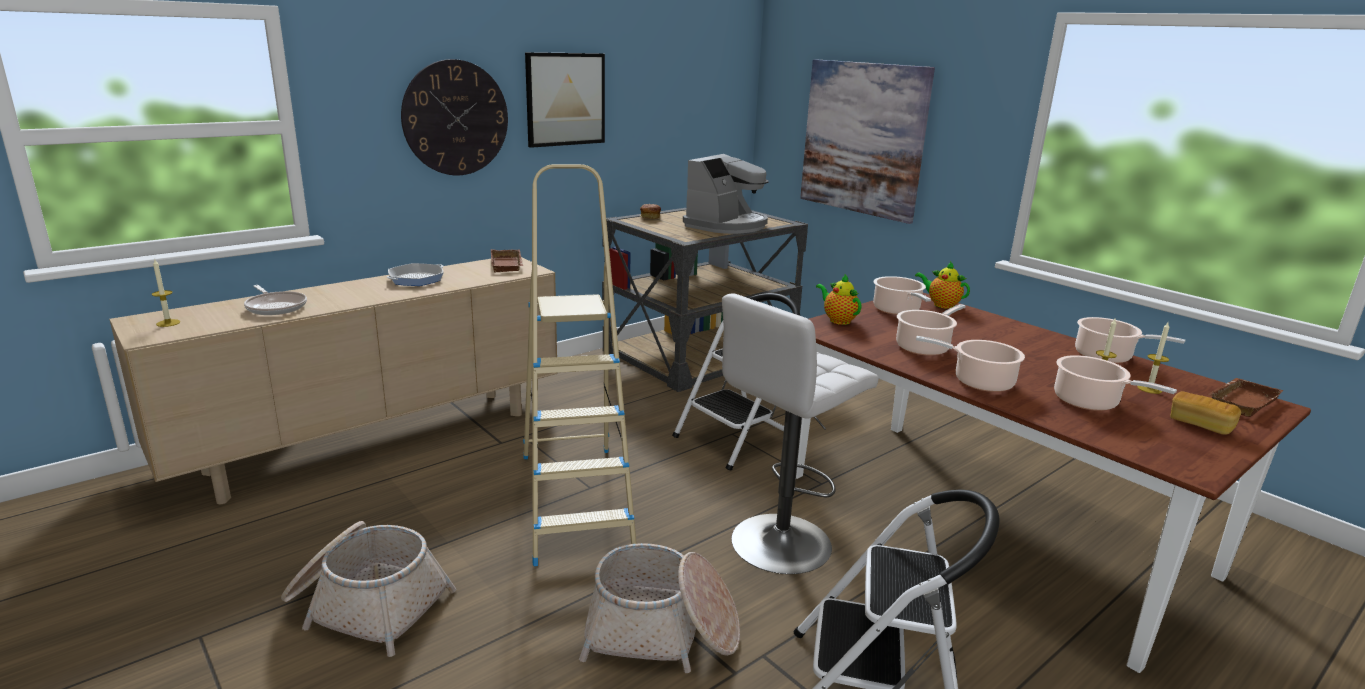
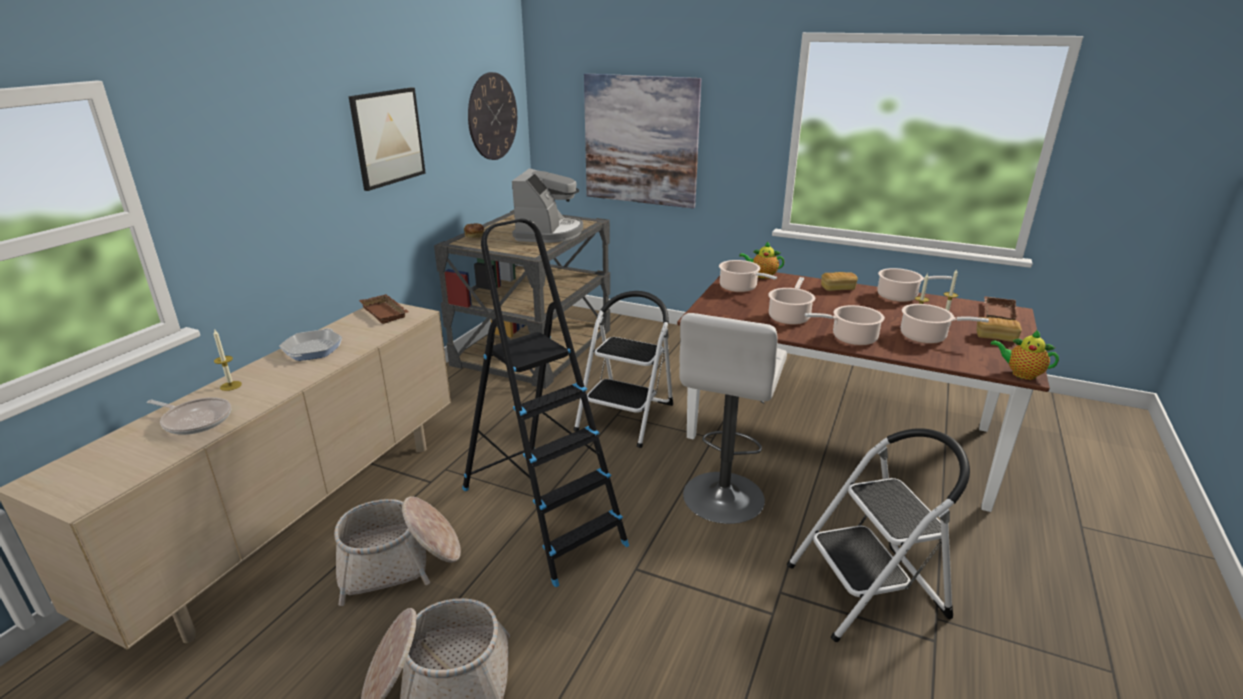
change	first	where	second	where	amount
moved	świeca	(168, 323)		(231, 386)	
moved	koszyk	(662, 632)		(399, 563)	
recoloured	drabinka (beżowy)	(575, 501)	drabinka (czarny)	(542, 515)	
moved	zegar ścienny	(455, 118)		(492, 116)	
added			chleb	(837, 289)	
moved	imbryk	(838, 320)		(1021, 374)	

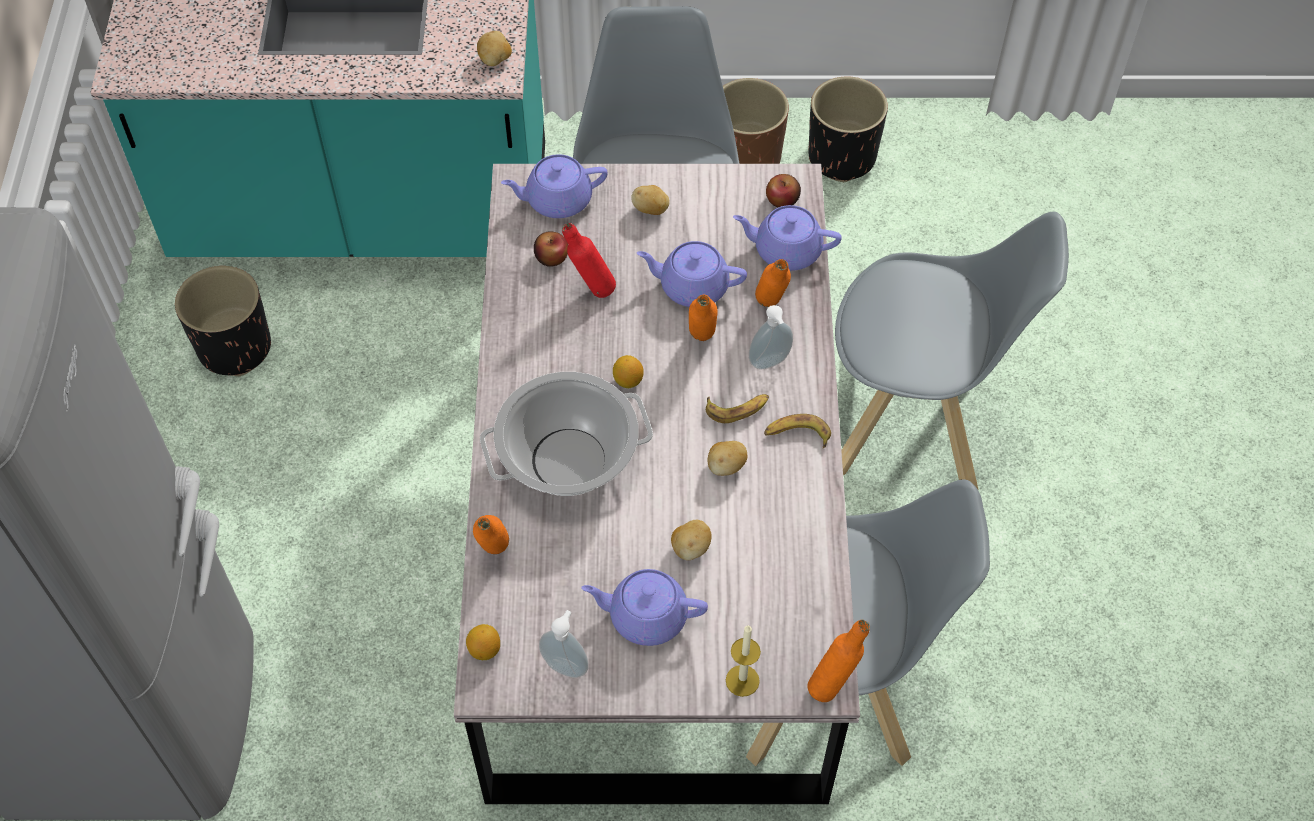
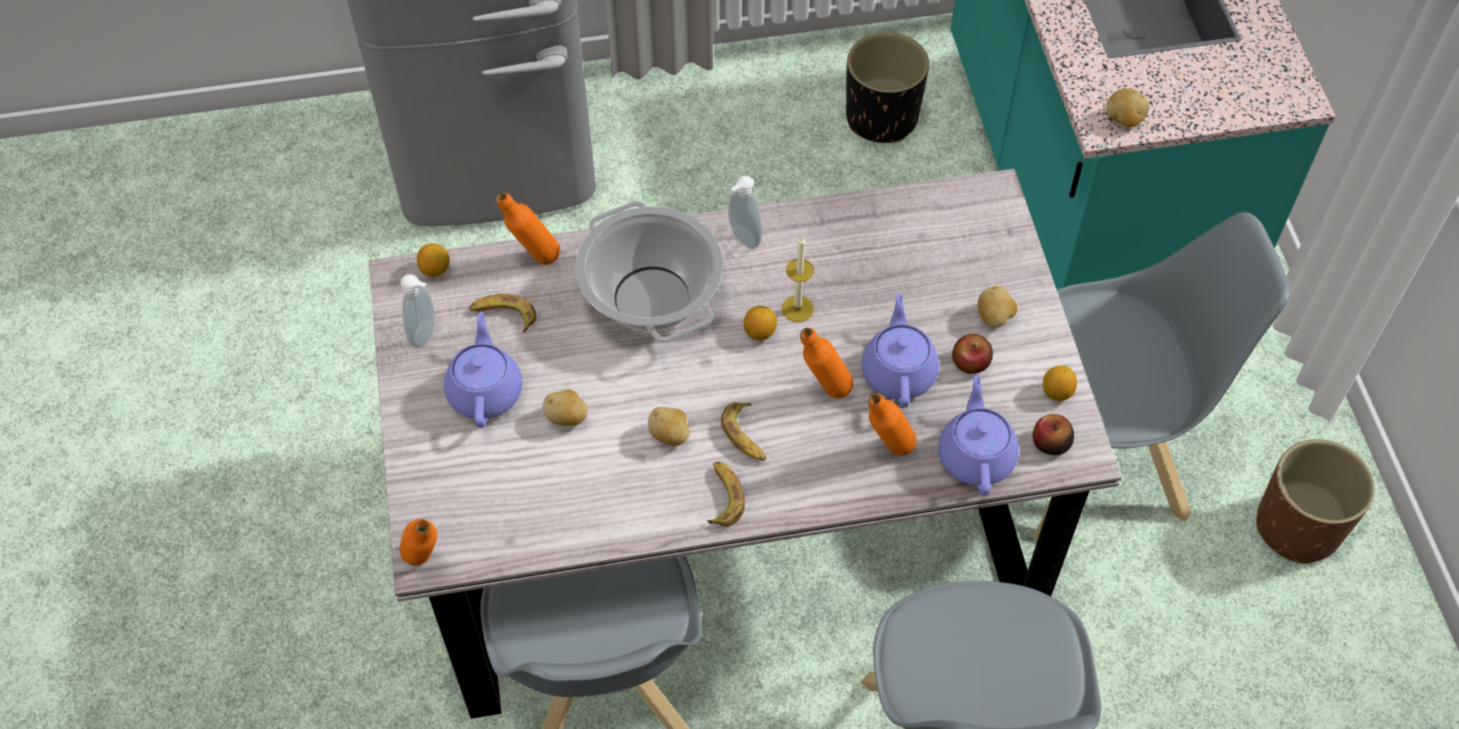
change	first	where	second	where	amount
added			banan	(503, 315)	
moved	dozownik mydła	(770, 363)		(742, 239)	
moved	świeca	(742, 680)		(797, 308)	
moved	jabłko	(551, 257)		(970, 362)	
added			cytryna	(1056, 392)	
removed	imbryk (fioletowy)	(557, 200)			
removed	butelka (czerwony)	(591, 290)			
removed	donica (czarny)	(841, 156)			

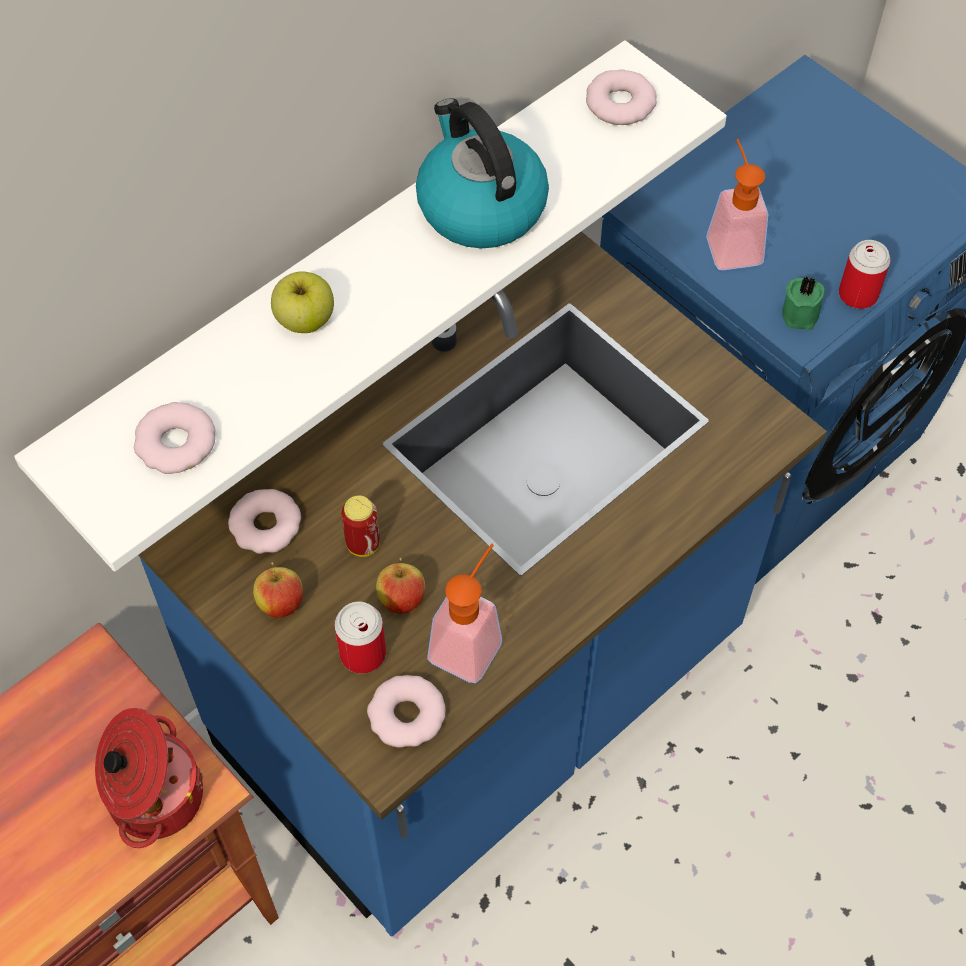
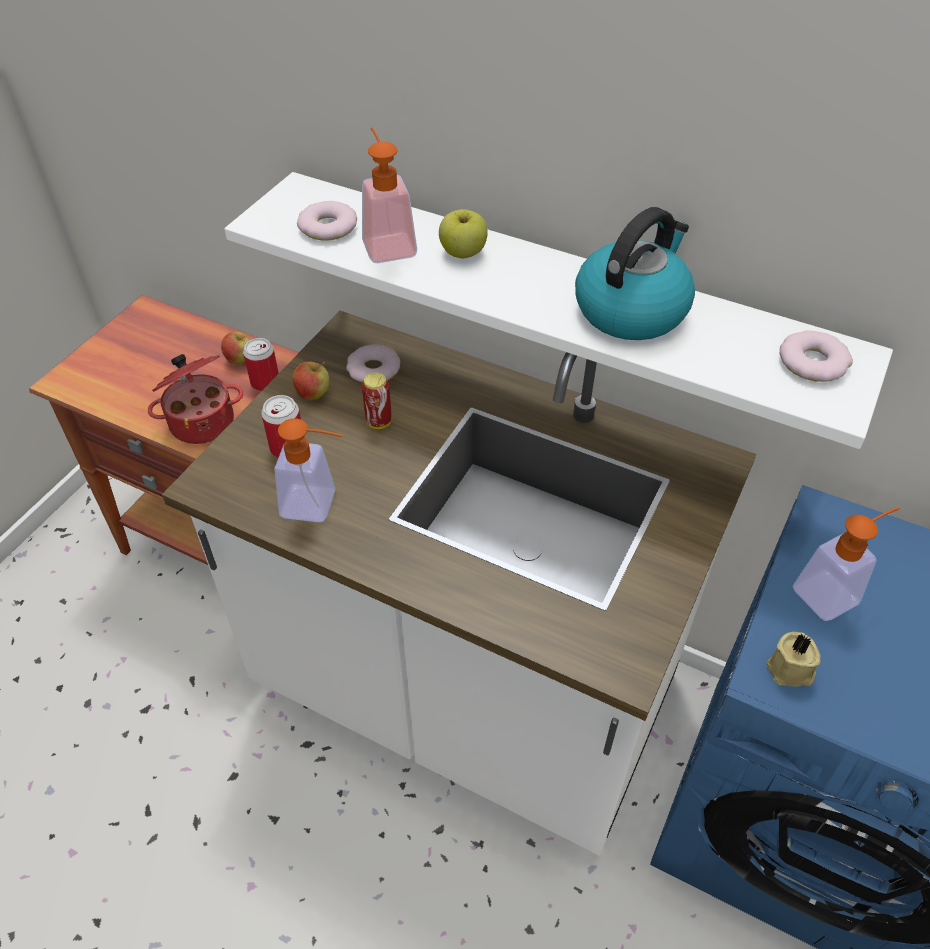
change	first	where	second	where	amount
recoloured	zabudowa kuchenna (niebieski)	(483, 699)	zabudowa kuchenna (biały)	(464, 691)	
moved	jabłko	(401, 600)		(240, 360)	
moved	puszka	(858, 294)		(265, 382)	
added			dozownik mydła	(387, 243)	
recoloured	świeca (zielony)	(802, 313)	świeca (beżowy)	(790, 671)	
removed	donut	(407, 715)			

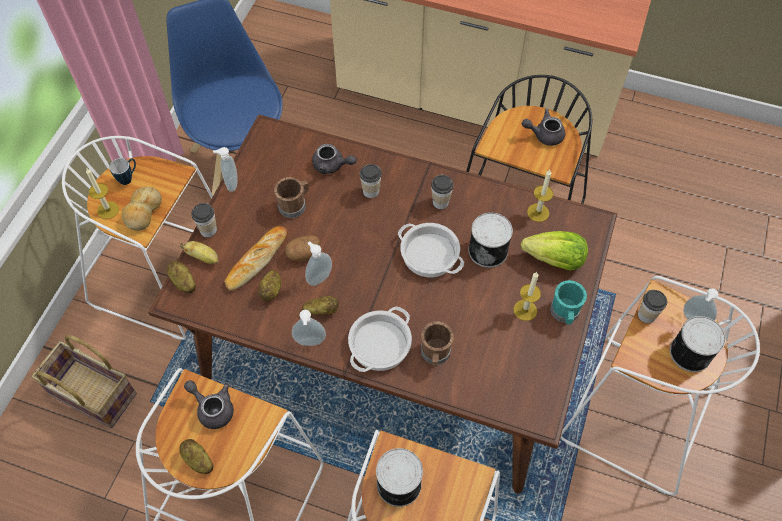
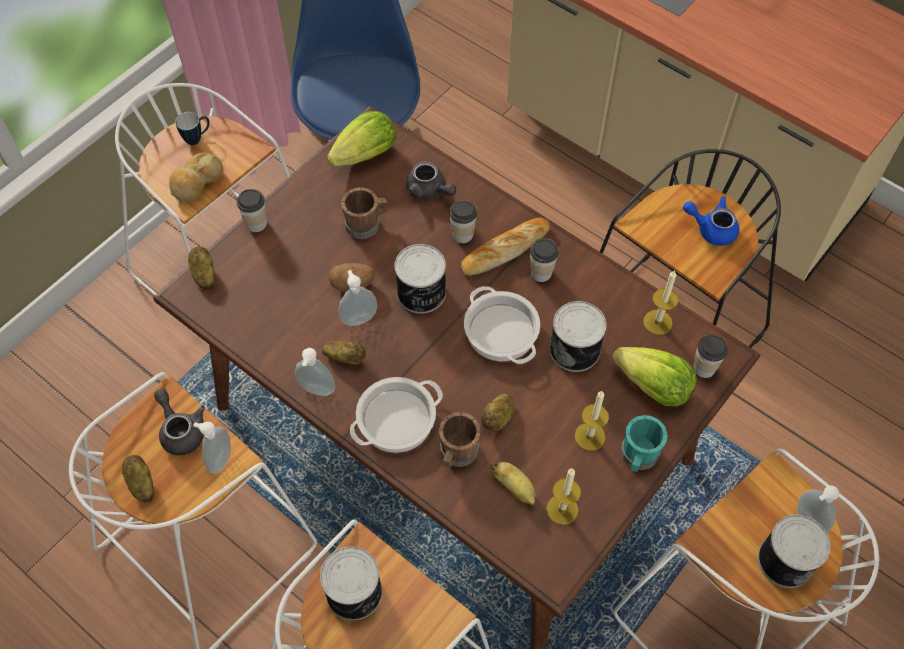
change	first	where	second	where	amount
moved	dozownik mydła	(231, 183)		(219, 459)	
added			sałata	(365, 155)	
added			puszka	(421, 293)	
moved	chleb	(256, 260)		(505, 250)	
moved	ziemniak	(272, 290)		(498, 418)	
moved	banan	(203, 257)		(515, 488)	
moved	świeca	(108, 210)		(562, 509)	
recoloured	imbryk (szary)	(544, 135)	imbryk (niebieski)	(711, 229)	
moved	filiżanka	(646, 315)		(704, 368)	
removed	koszyk	(92, 395)			

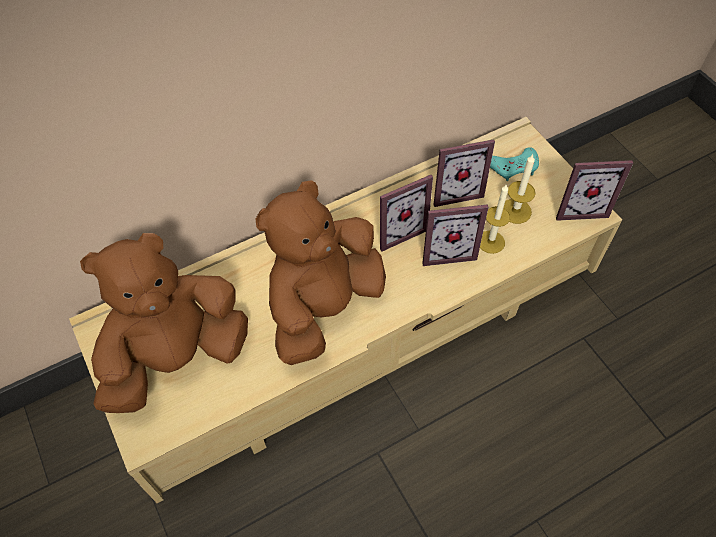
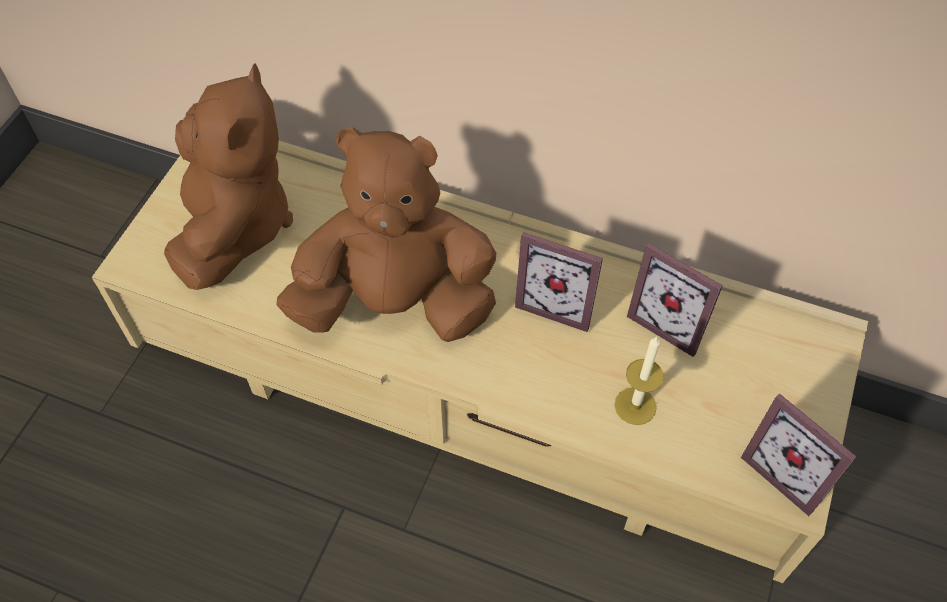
change	first	where	second	where	amount
turned	pluszak (brązowy)	(176, 357)		(234, 225)	75 degrees clockwise
removed	ramka na zdjęcie	(446, 250)			
removed	pad do gier (turkusowy)	(513, 167)			
removed	świeca	(515, 211)			

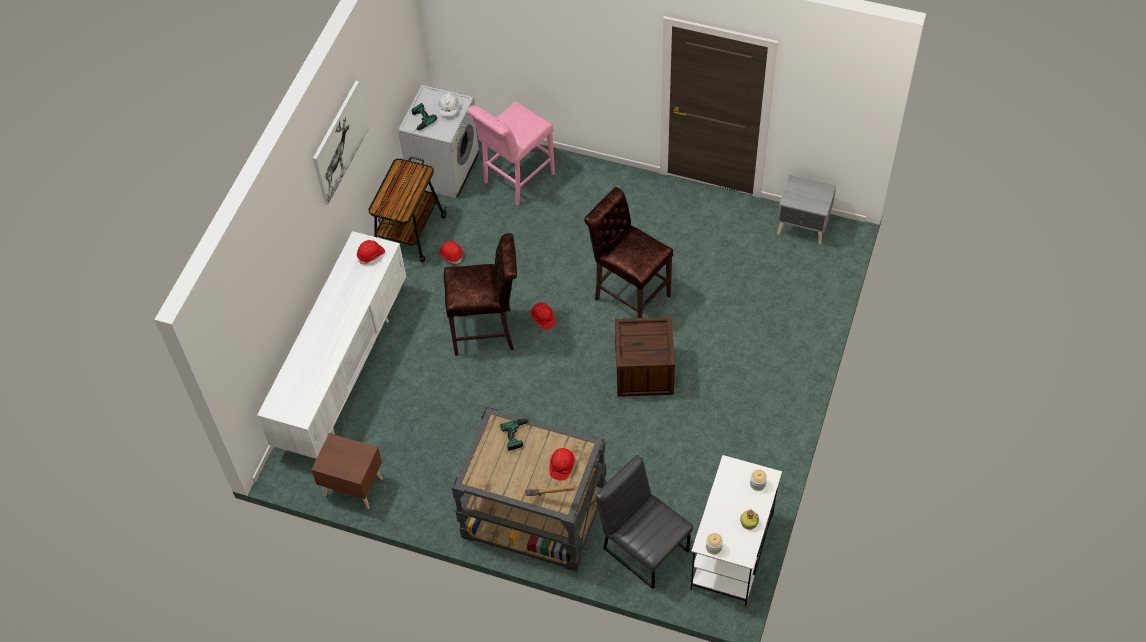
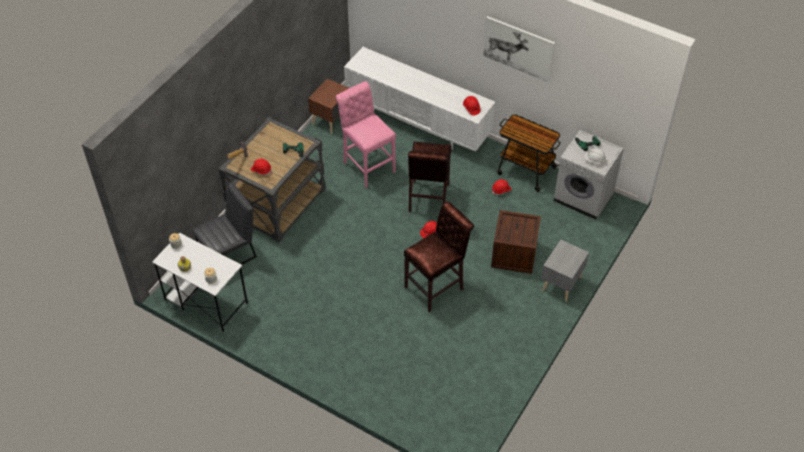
change	first	where	second	where	amount
moved	stołek (różowy)	(515, 180)		(367, 165)	
moved	skrzynka	(644, 371)		(514, 254)	
moved	szafka nocna (szary)	(803, 228)		(560, 284)	

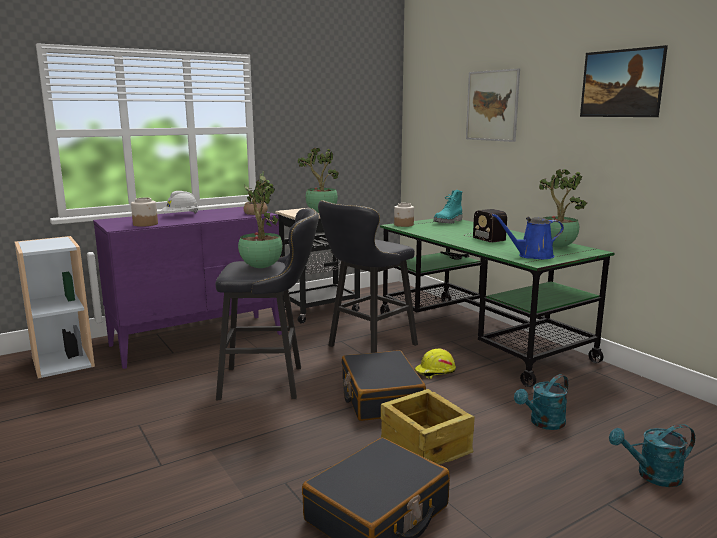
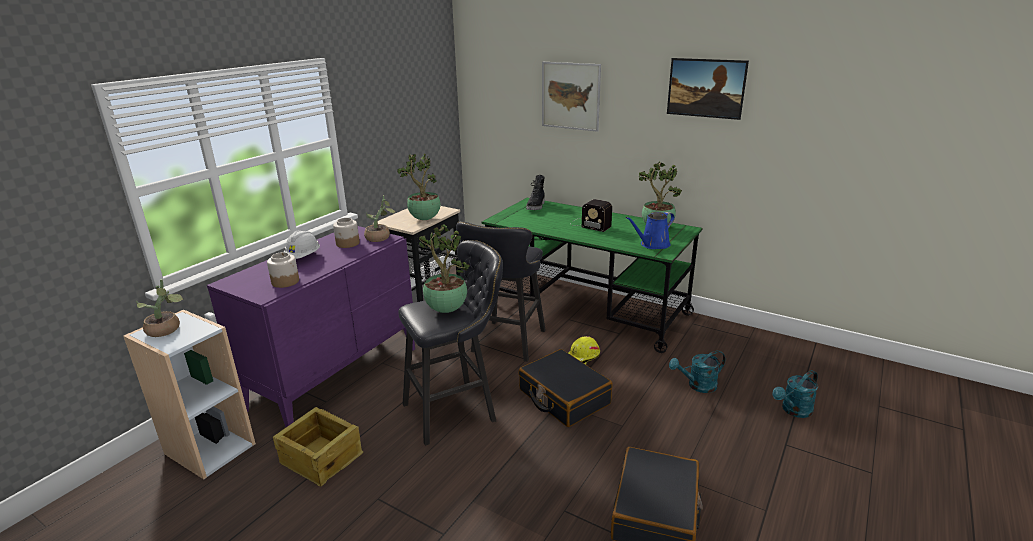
change	first	where	second	where	amount
added			roślina doniczkowa	(166, 330)	
moved	skrzynka	(425, 445)		(321, 458)	
moved	słoik	(403, 225)		(348, 243)	
recoloured	but z cholewką (turkusowy)	(448, 222)	but z cholewką (czarny)	(536, 206)	
turned	konewka (turkusowy)	(543, 423)		(697, 386)	45 degrees clockwise

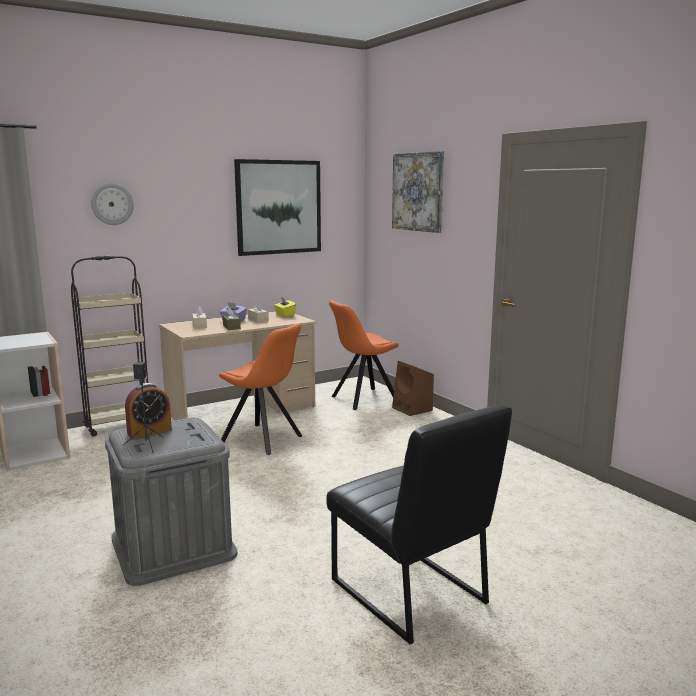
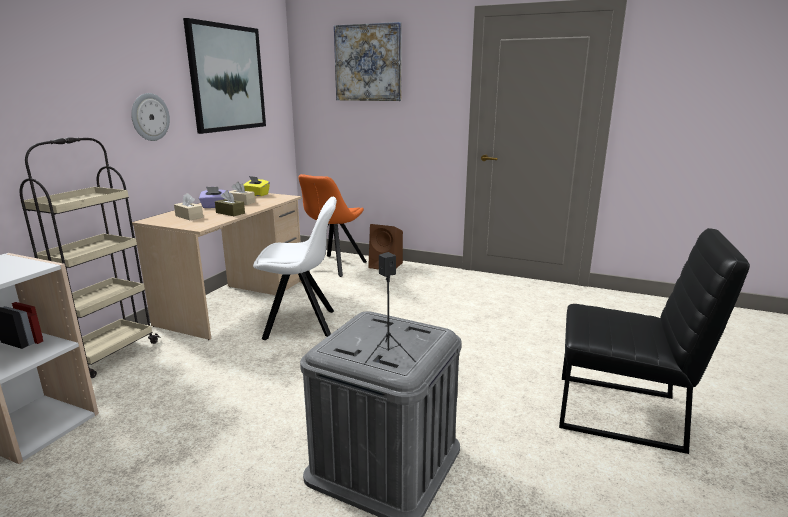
change	first	where	second	where	amount
moved	zegar ścienny	(112, 204)		(150, 117)	
recoloured	krzesło (pomarańczowy)	(262, 439)	krzesło (biały)	(301, 324)	
removed	budzik	(149, 431)			

